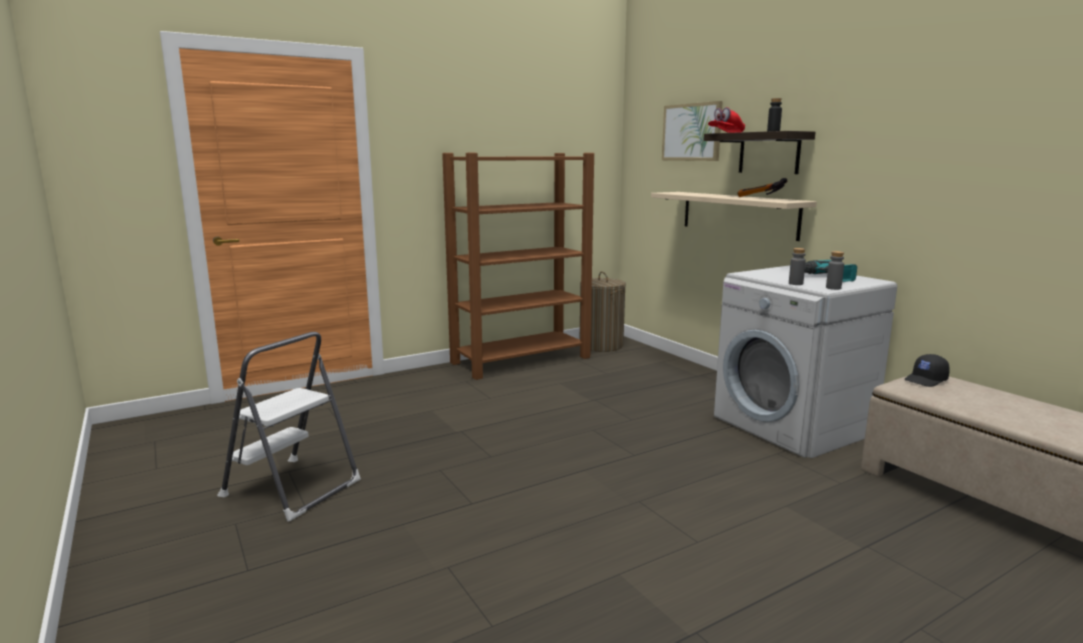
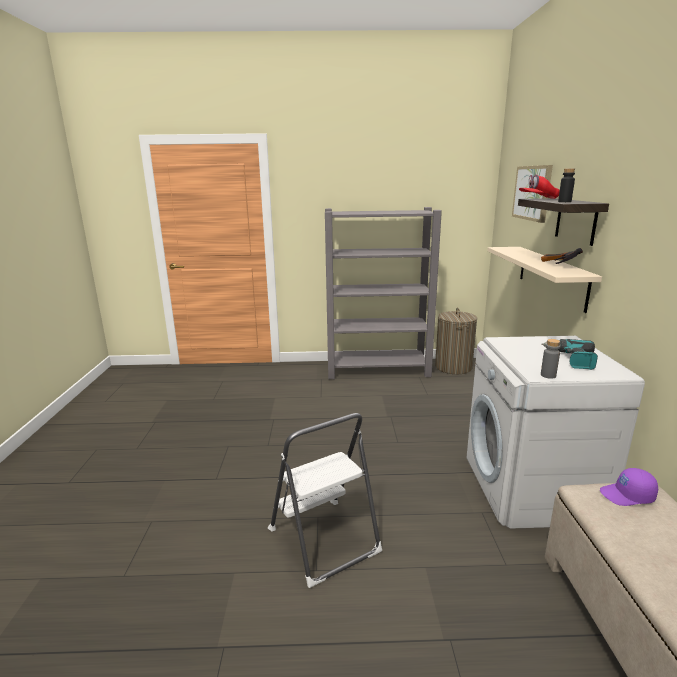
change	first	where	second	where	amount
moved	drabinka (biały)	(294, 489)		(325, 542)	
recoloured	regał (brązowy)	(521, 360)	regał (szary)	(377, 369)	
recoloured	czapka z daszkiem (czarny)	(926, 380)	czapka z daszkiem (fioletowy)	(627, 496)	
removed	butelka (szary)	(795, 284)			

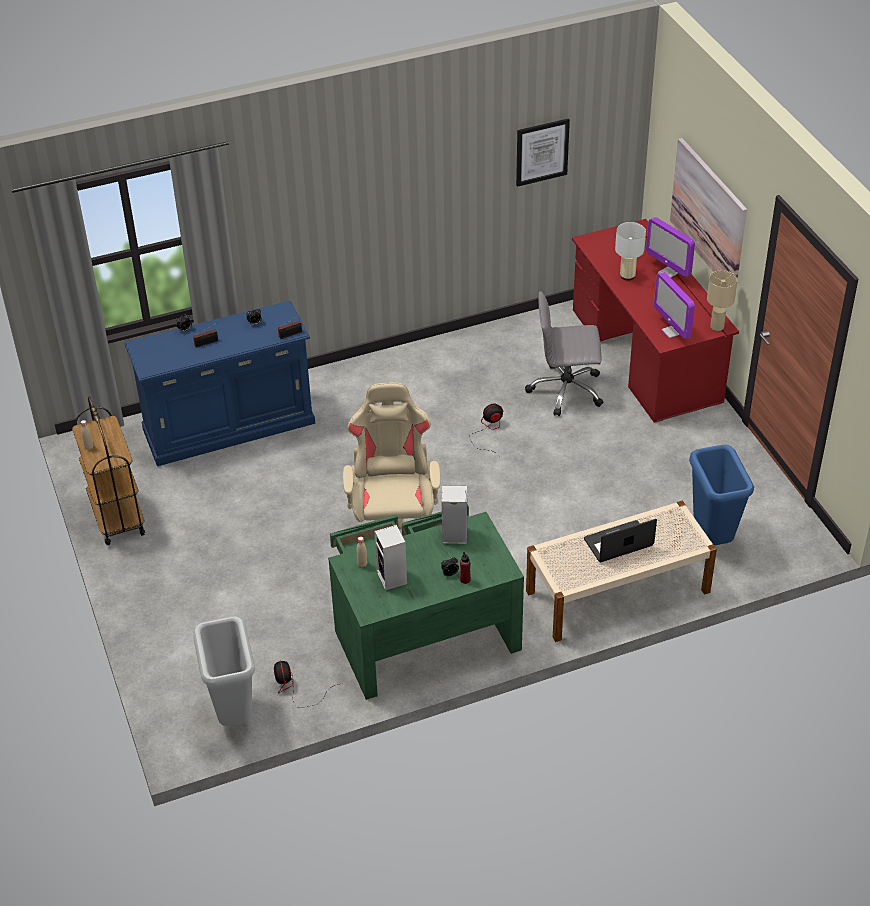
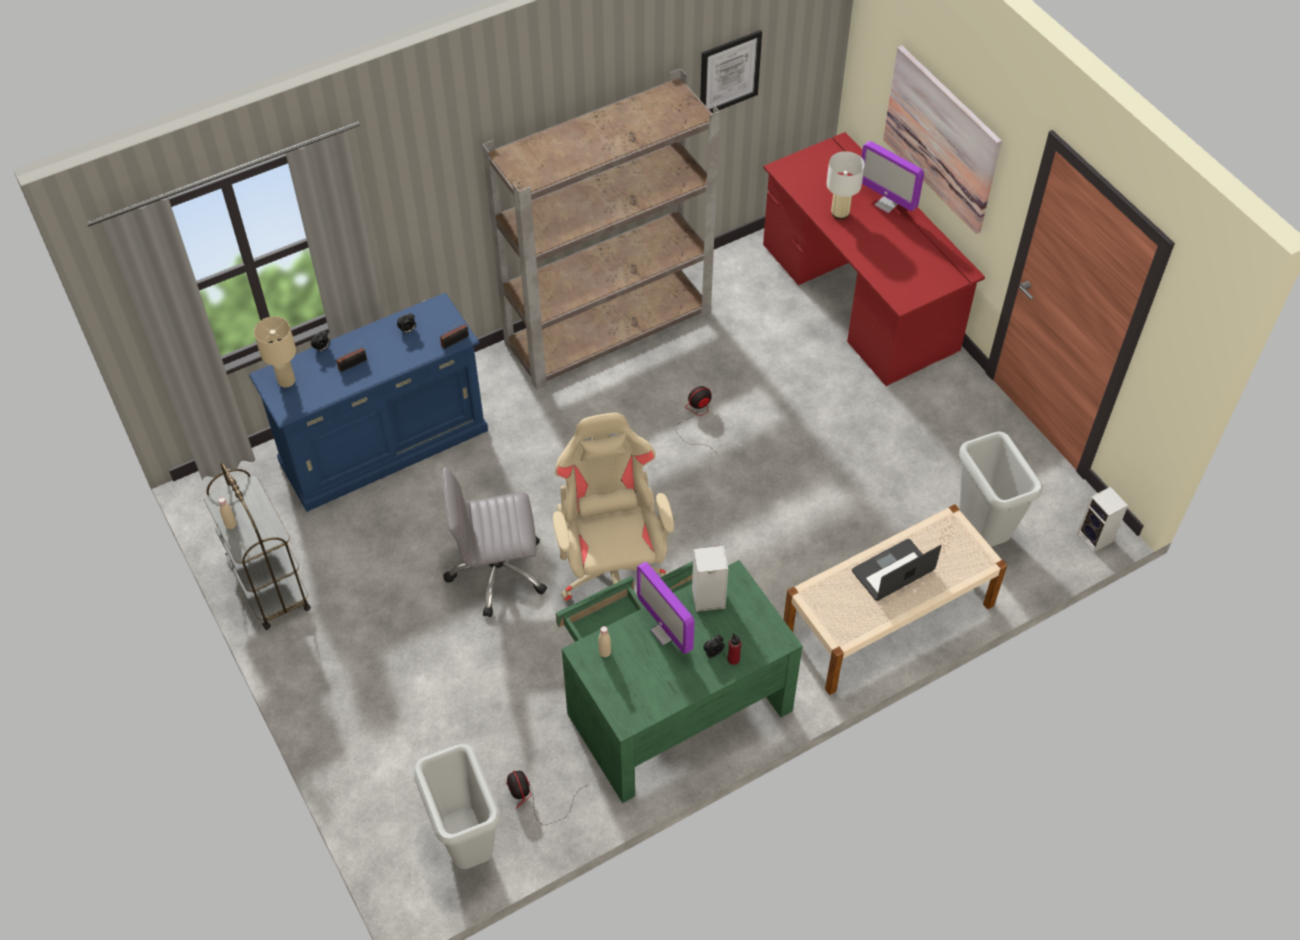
change	first	where	second	where	amount
recoloured	wózek (brązowy)	(116, 516)	wózek (szary)	(270, 587)	
moved	lampa stołowa (beżowy)	(717, 326)		(286, 380)	
moved	krzesło biurowe (szary)	(565, 390)		(497, 572)	
added			regał (brązowy)	(608, 328)	
moved	monitor	(672, 331)		(666, 631)	
recoloured	kosz na śmieci (niebieski)	(711, 538)	kosz na śmieci (szary)	(980, 532)	
moved	głośnik	(393, 579)		(1096, 538)	

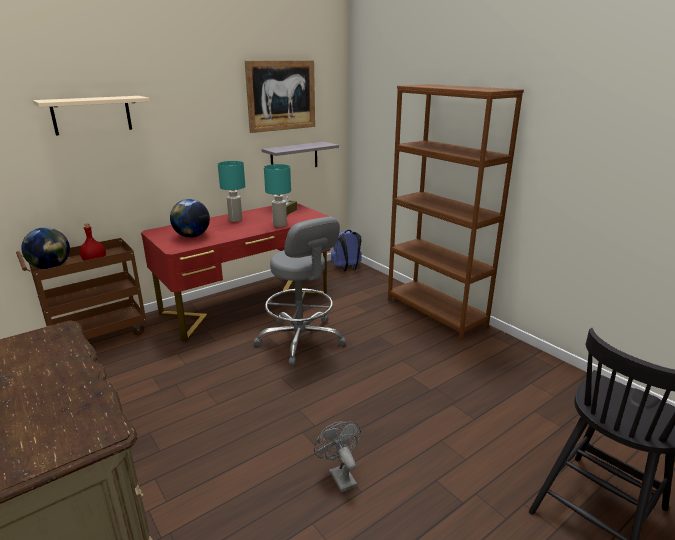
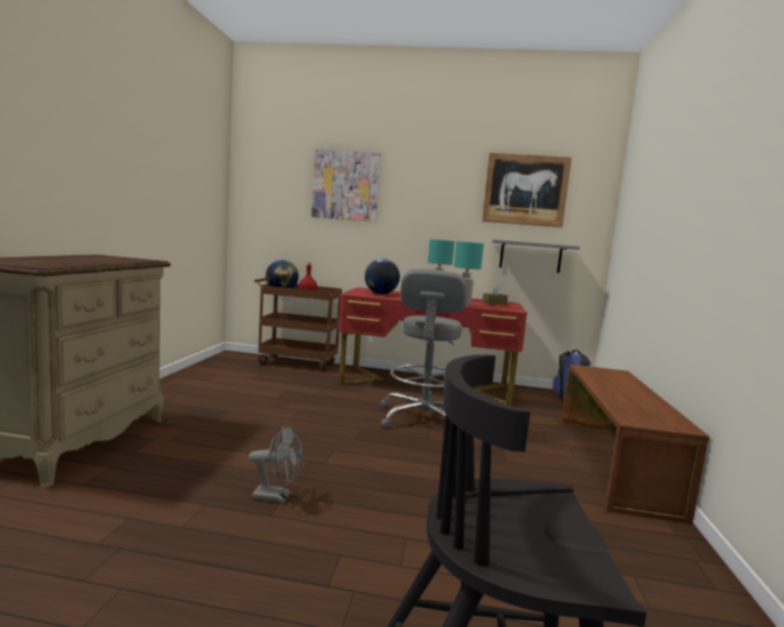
change	first	where	second	where	amount
turned	wentylator (szary)	(339, 475)		(277, 497)	75 degrees clockwise
replaced	półka (beżowy)	(92, 115)	obraz	(346, 185)	
replaced	regał (brązowy)	(436, 312)	ławka (brązowy)	(615, 464)	

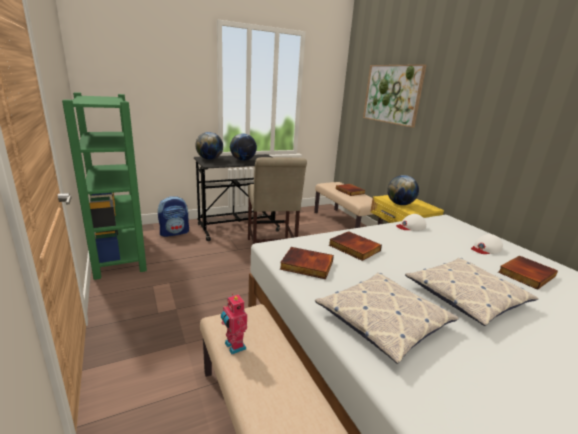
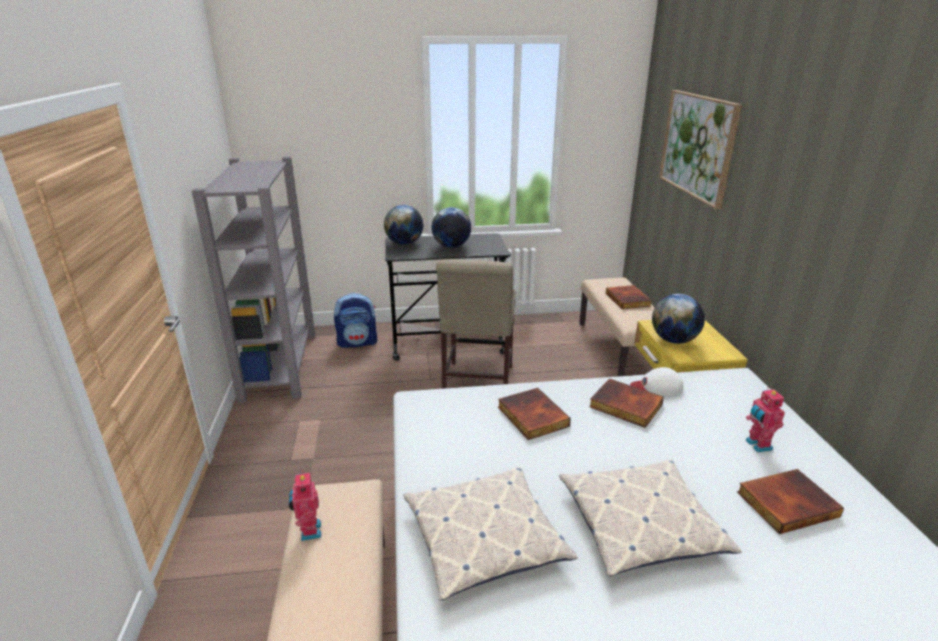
change	first	where	second	where	amount
recoloured	regał (zielony)	(119, 252)	regał (szary)	(279, 365)	
moved	książka	(306, 265)		(624, 406)	
replaced	czapka z daszkiem (biały)	(485, 248)	robot zabawkowy	(757, 445)	

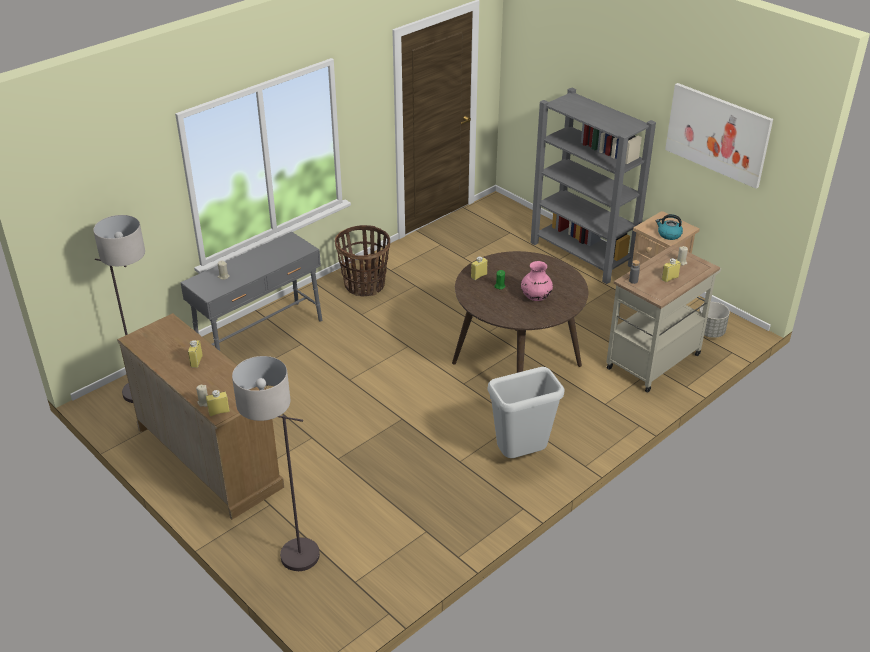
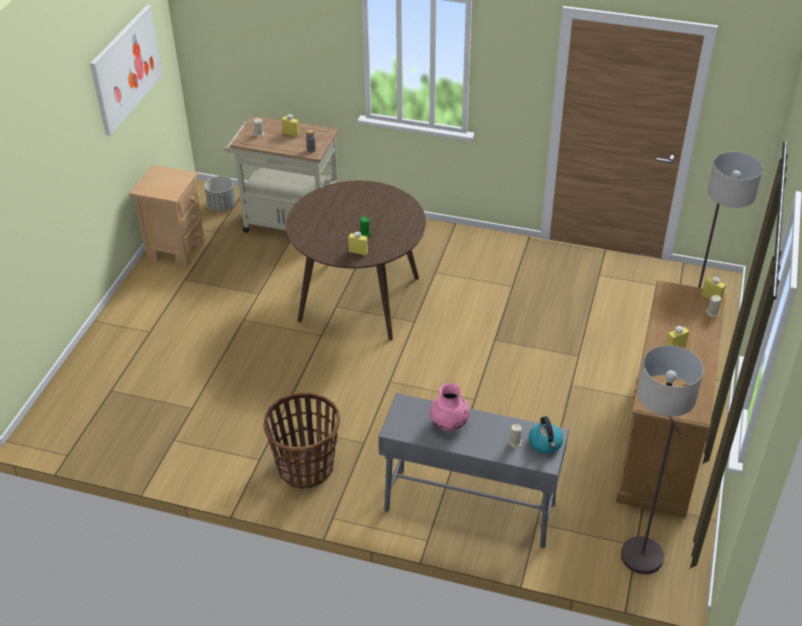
change	first	where	second	where	amount
moved	wazon (różowy)	(535, 297)		(449, 424)	
moved	czajnik	(669, 234)		(545, 444)	
removed	kosz na śmieci (szary)	(521, 456)			
removed	regał (szary)	(582, 254)			

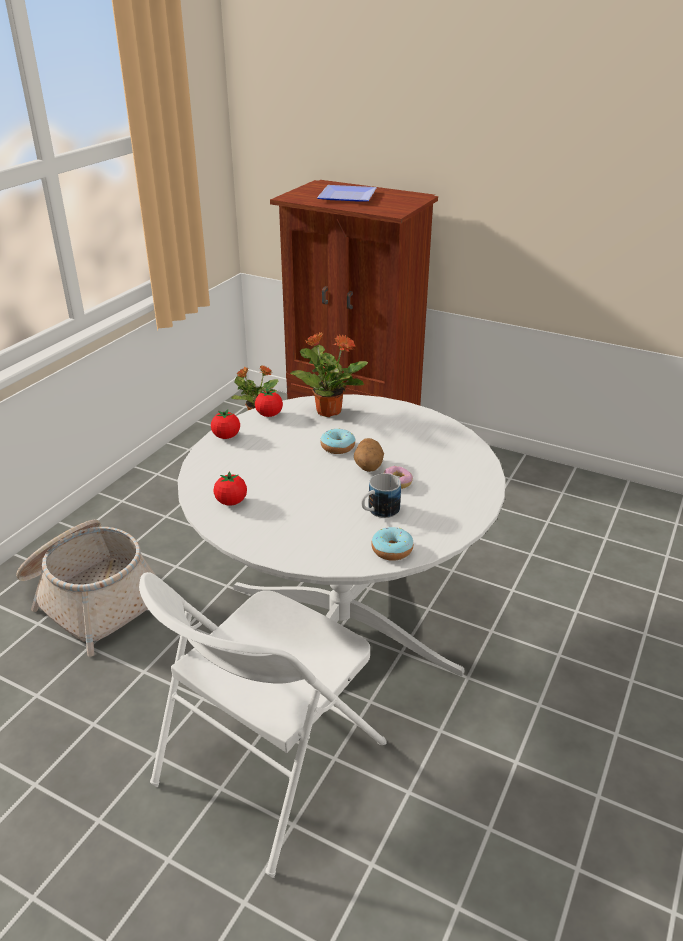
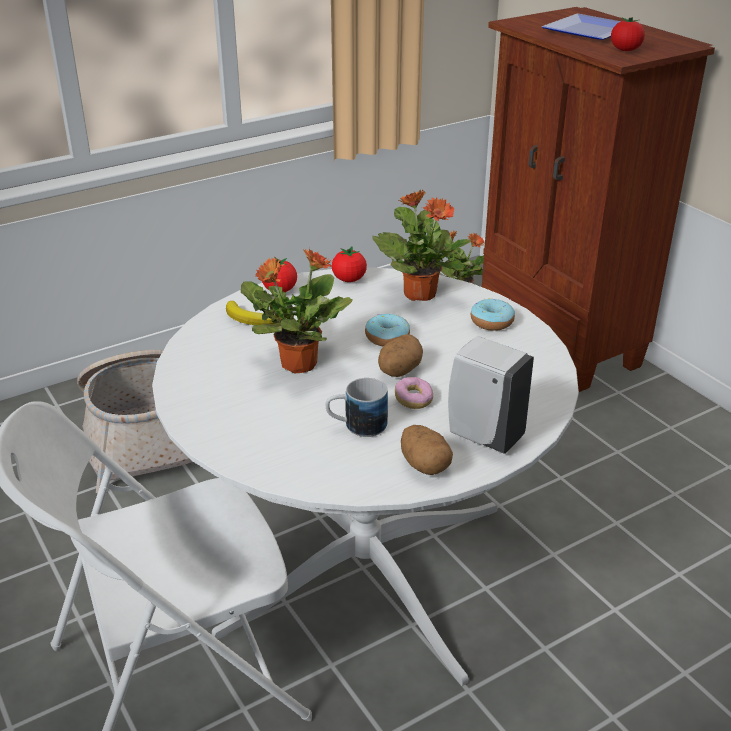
change	first	where	second	where	amount
added			banan	(250, 319)	
added			roślina doniczkowa	(297, 364)	
added			ziemniak	(424, 465)	
added			dozownik mydła (biały)	(483, 435)	
moved	donut	(392, 550)		(492, 322)	
moved	pomidor	(231, 502)		(625, 50)	

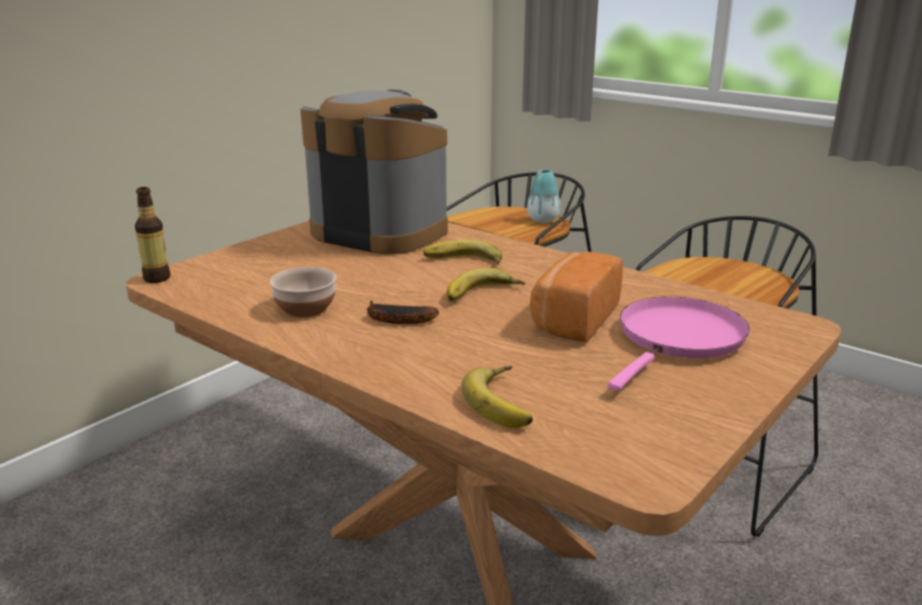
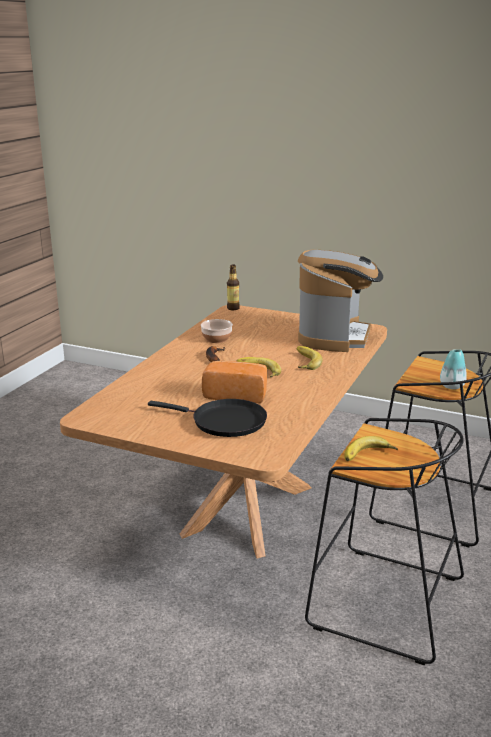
change	first	where	second	where	amount
recoloured	patelnia (różowy)	(678, 339)	patelnia (czarny)	(224, 422)	
moved	banan	(506, 402)		(368, 455)	

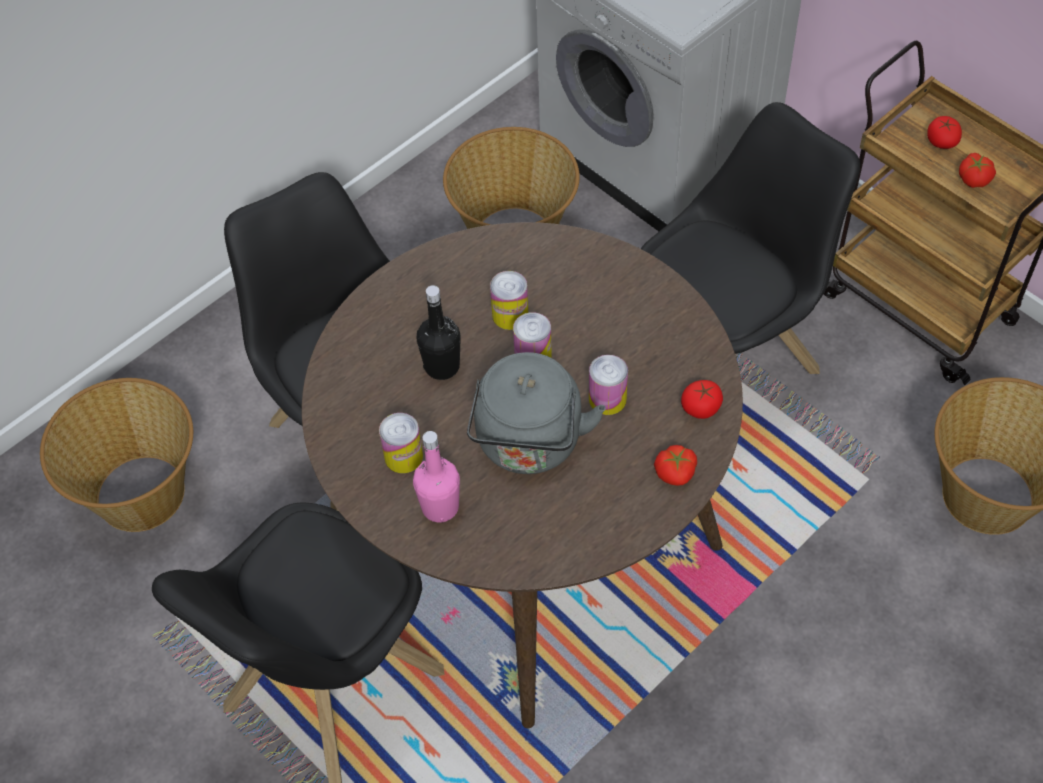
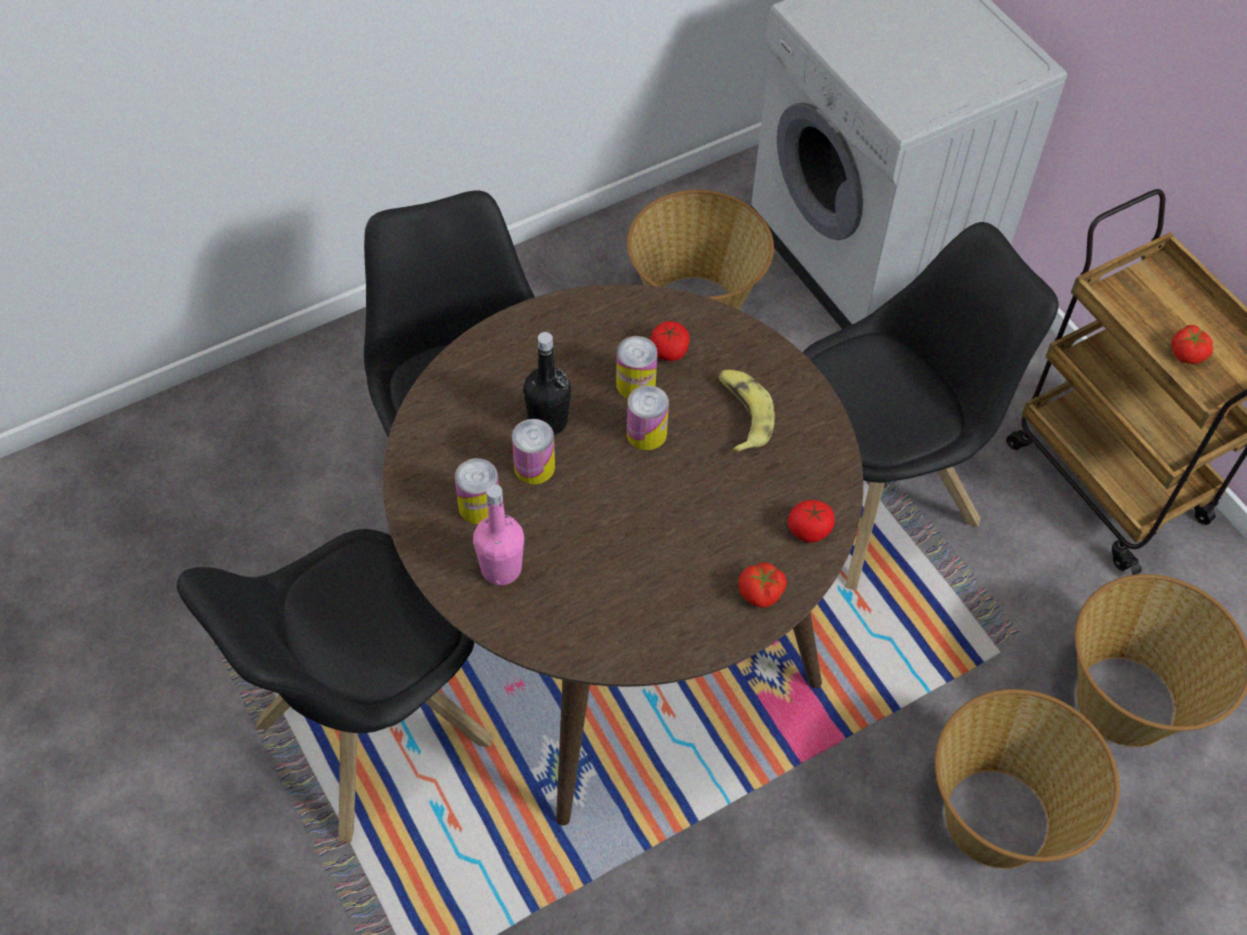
change	first	where	second	where	amount
moved	puszka	(607, 399)		(534, 467)	
moved	pomidor	(941, 141)		(669, 350)	
added			banan	(742, 414)	
moved	koszyk	(142, 494)		(998, 820)	
removed	czajnik (szary)	(529, 445)			

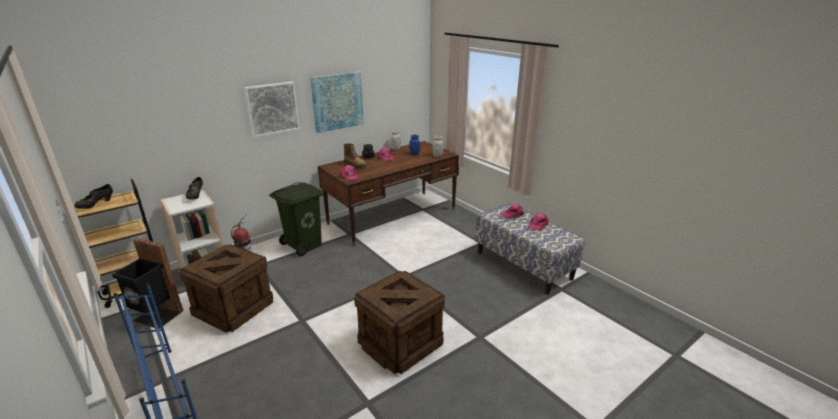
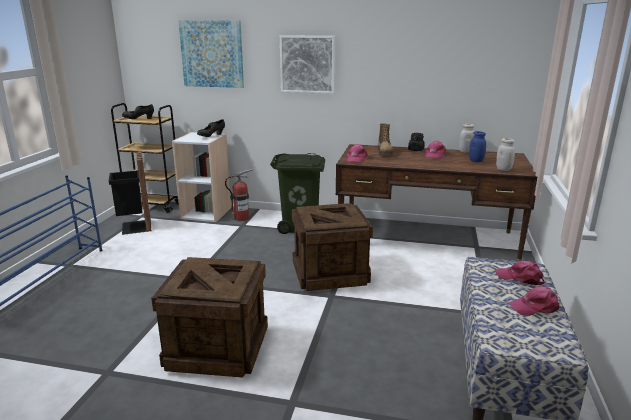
change	first	where	second	where	amount
moved	obraz	(337, 101)		(212, 54)	
moved	skrzynka	(234, 308)		(331, 273)	

